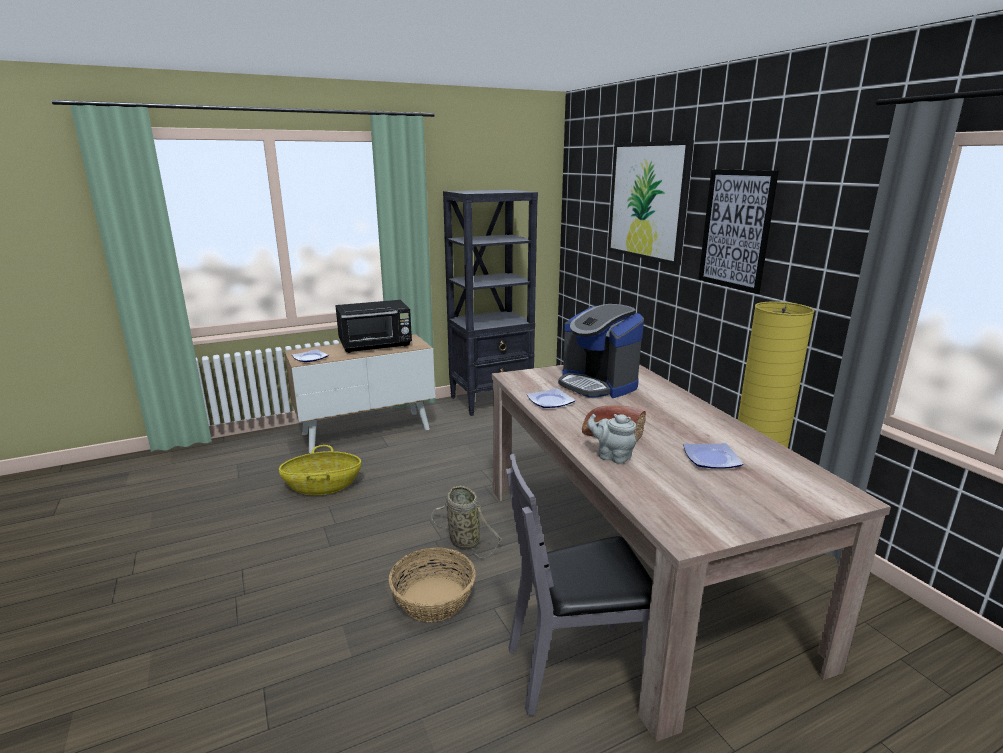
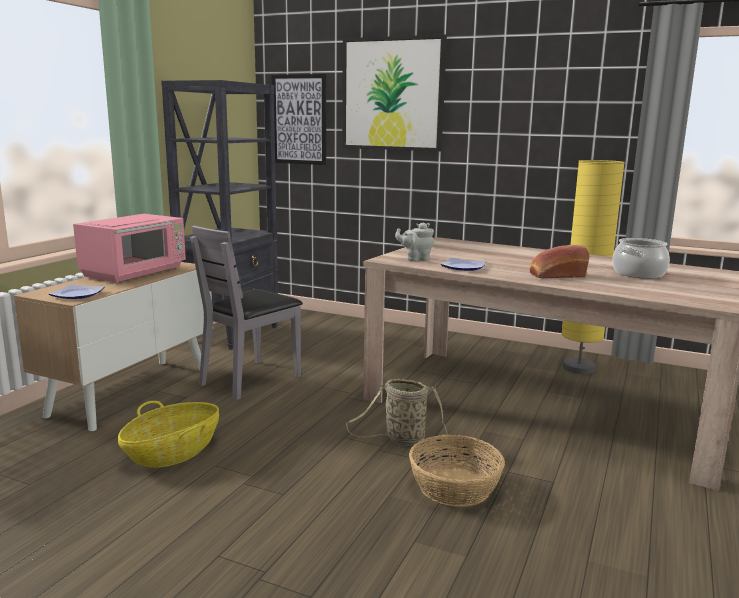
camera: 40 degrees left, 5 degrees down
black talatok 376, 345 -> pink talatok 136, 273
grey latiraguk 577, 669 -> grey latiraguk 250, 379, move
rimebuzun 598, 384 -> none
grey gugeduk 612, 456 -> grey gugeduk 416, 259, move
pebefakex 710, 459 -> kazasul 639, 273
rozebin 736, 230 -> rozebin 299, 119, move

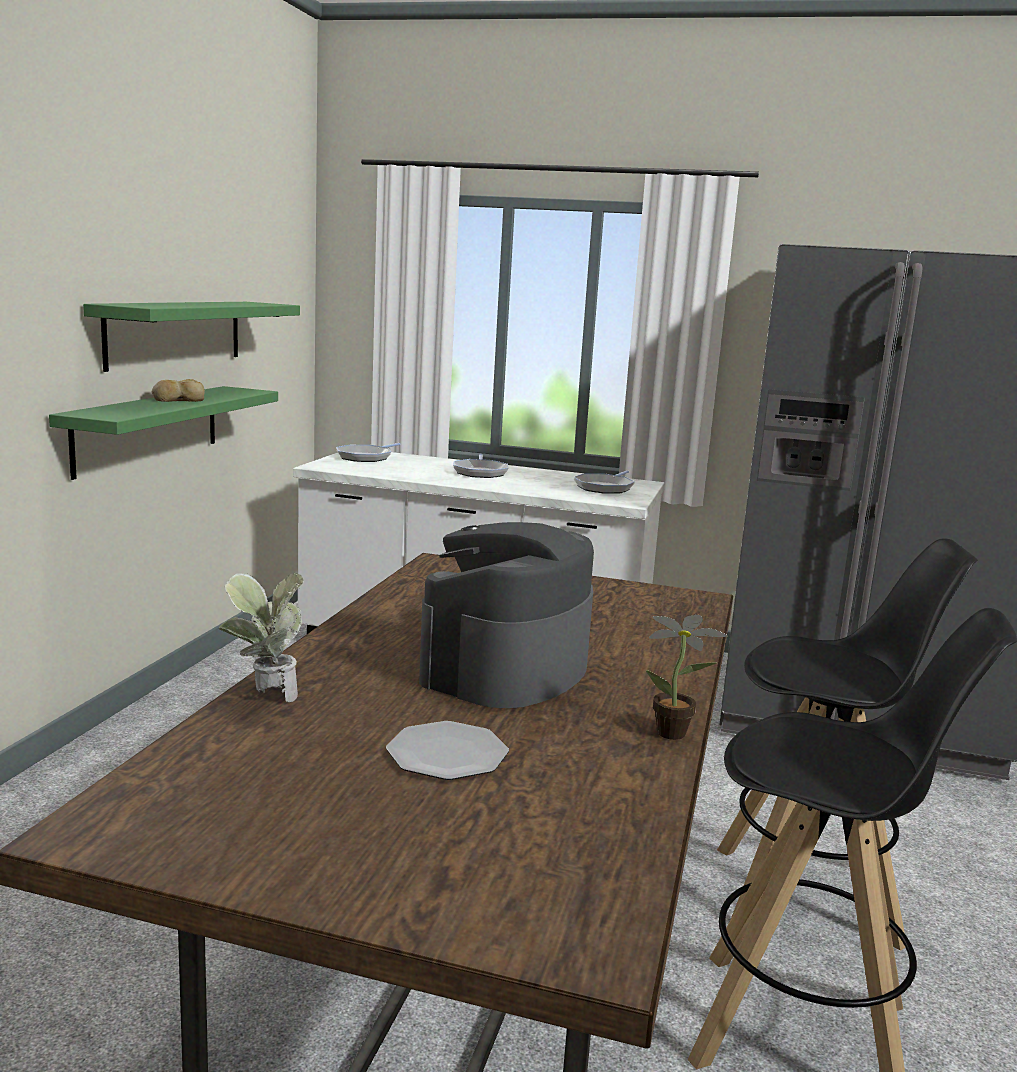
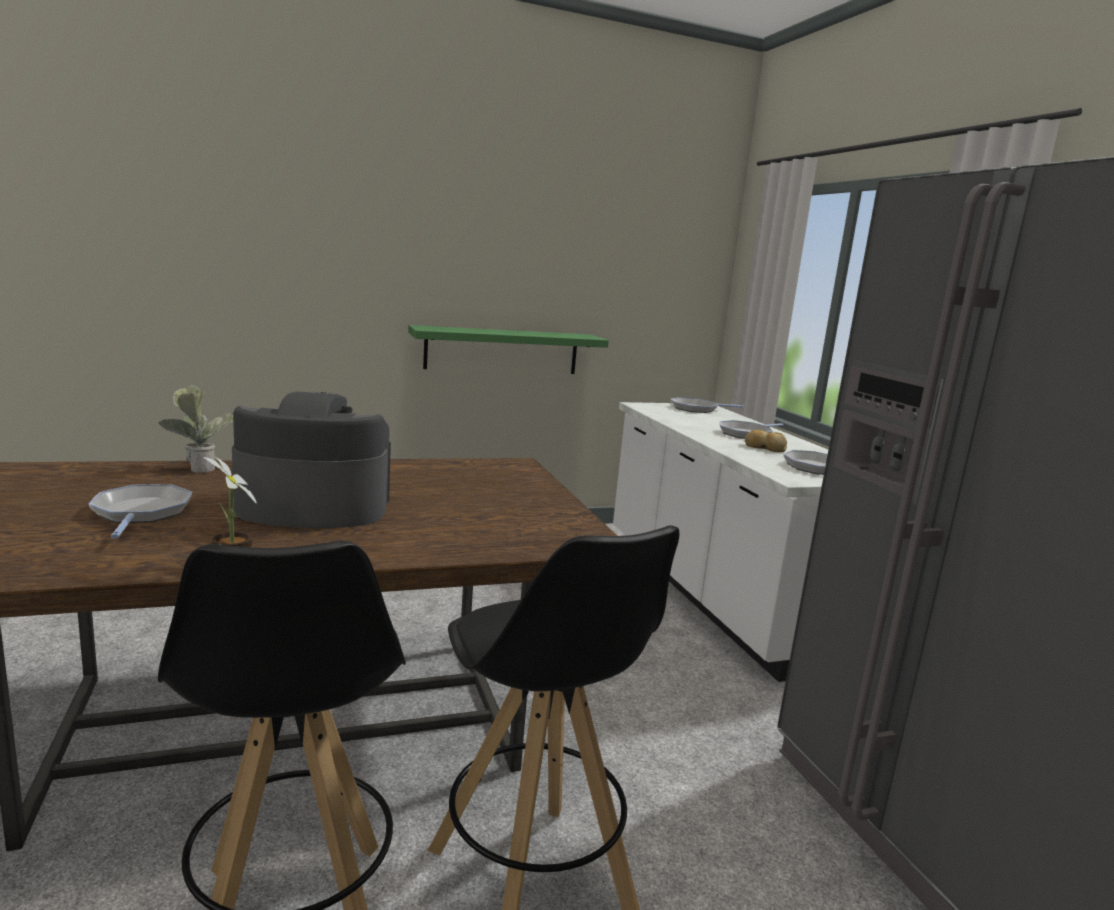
camera: 55 degrees right, 0 degrees up
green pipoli 176, 333 -> none
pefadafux 178, 400 -> pefadafux 764, 447, move
pebefakex 447, 754 -> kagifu 141, 513

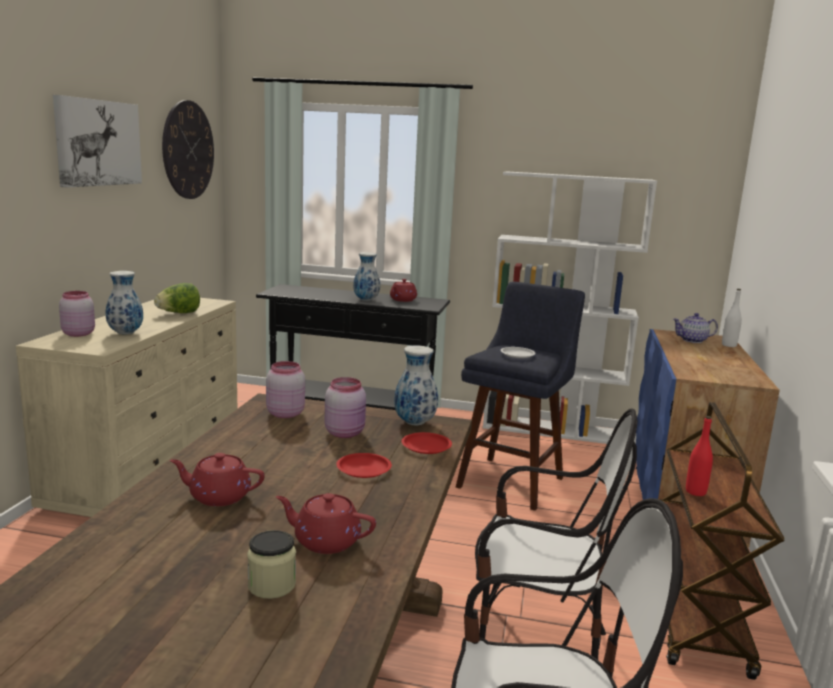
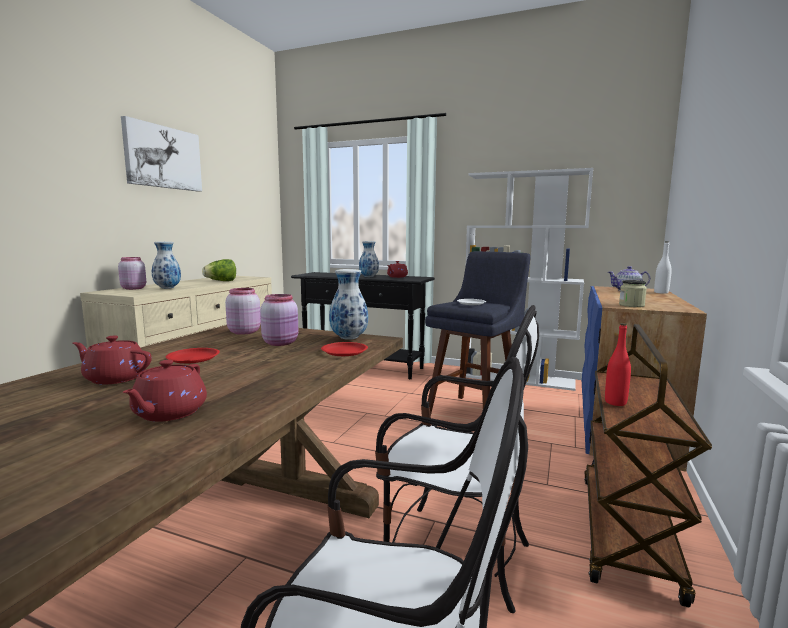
camera: 10 degrees right, 5 degrees down
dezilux 188, 150 -> none
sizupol 271, 585 -> sizupol 631, 305, move
red gugeduk 325, 541 -> red gugeduk 168, 413, 105 degrees counterclockwise
red pebefakex 364, 469 -> red pebefakex 193, 358, move

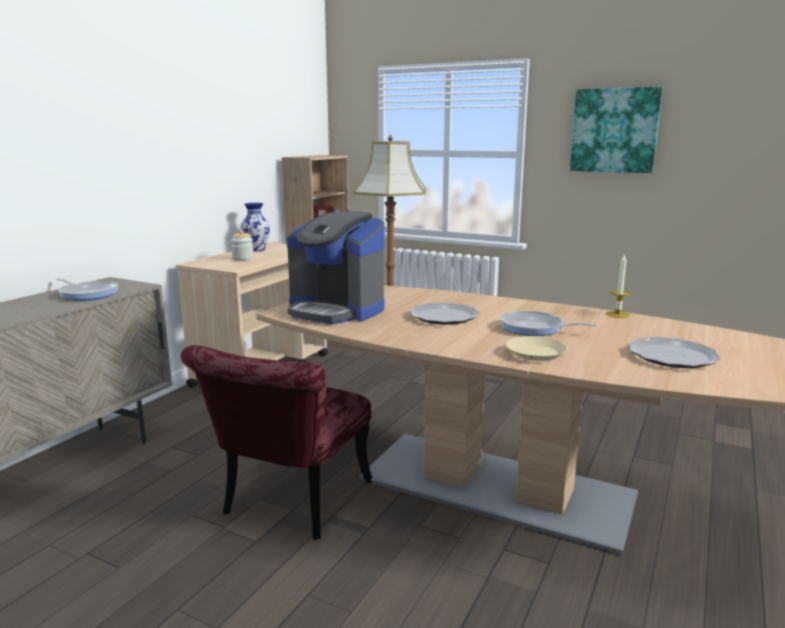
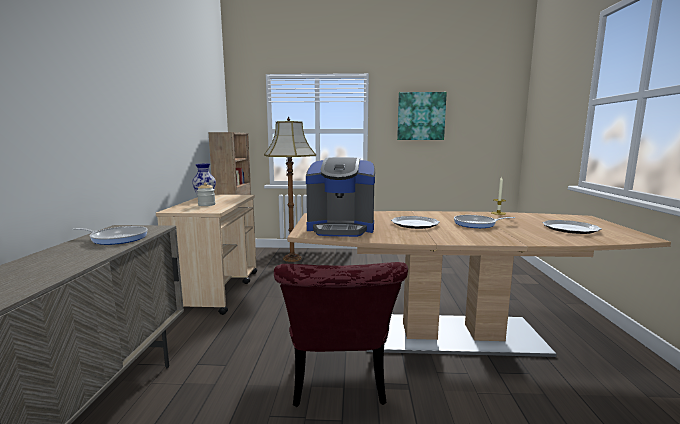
camera: 25 degrees left, 5 degrees down
beige pebefakex 534, 353 -> none

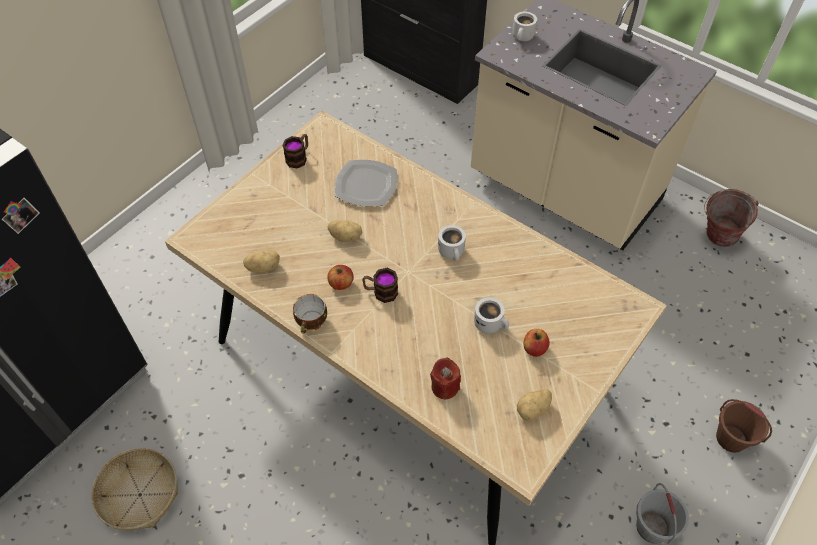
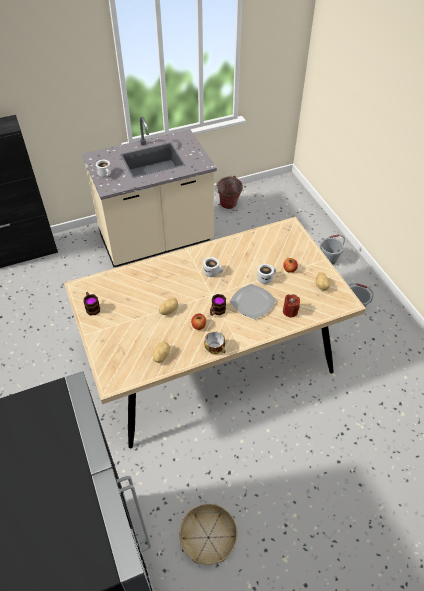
camera: 60 degrees left, 5 degrees down
pebefakex 365, 185 -> pebefakex 252, 303, move
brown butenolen 731, 438 -> grey butenolen 328, 259

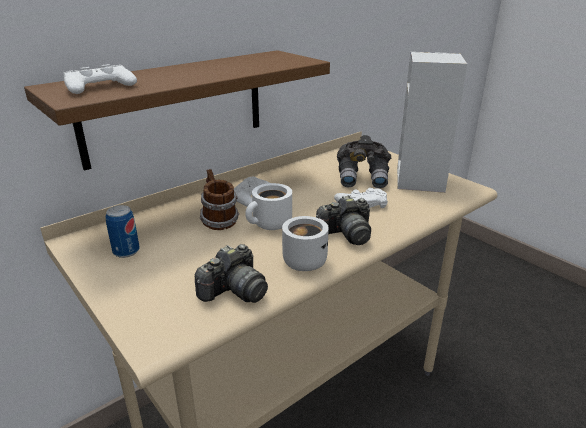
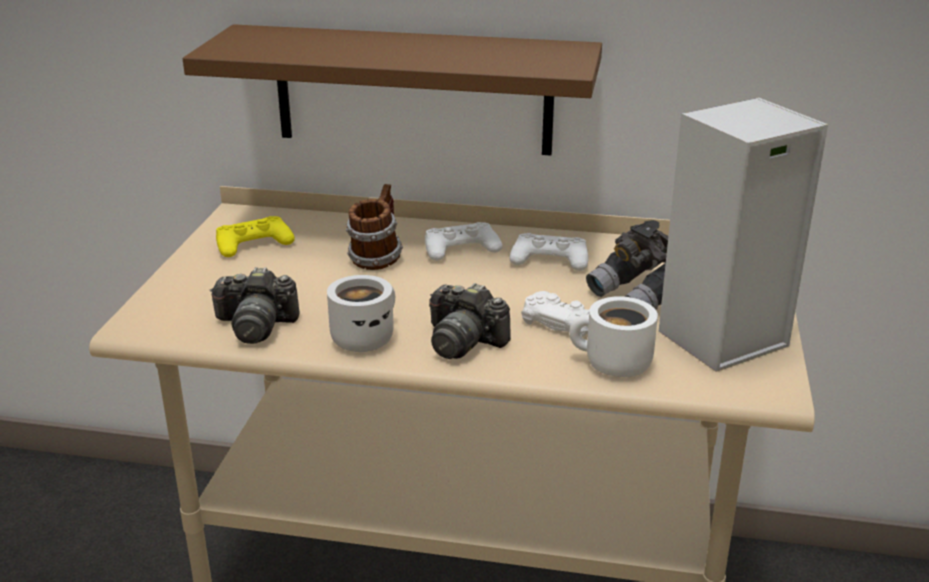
camera: 50 degrees right, 0 degrees up
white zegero 100, 87 -> white zegero 550, 260, move
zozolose 126, 251 -> yellow zegero 253, 244
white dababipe 270, 225 -> white dababipe 612, 365, move

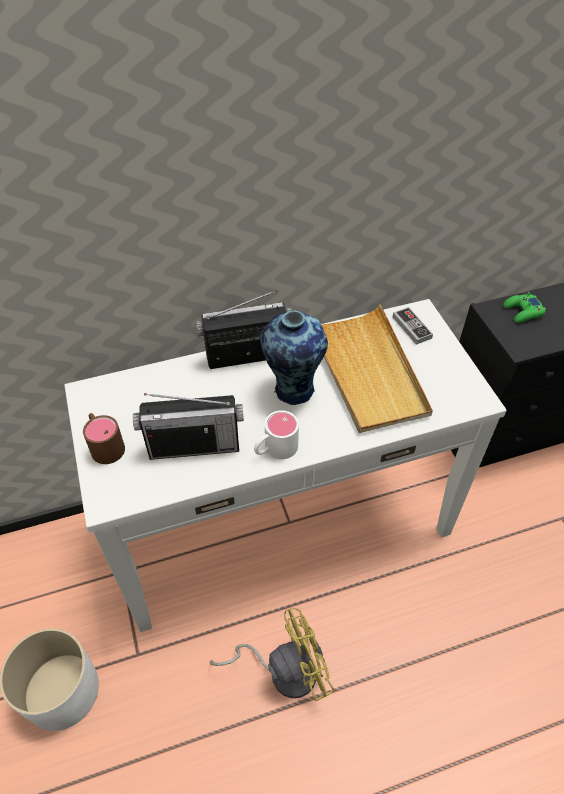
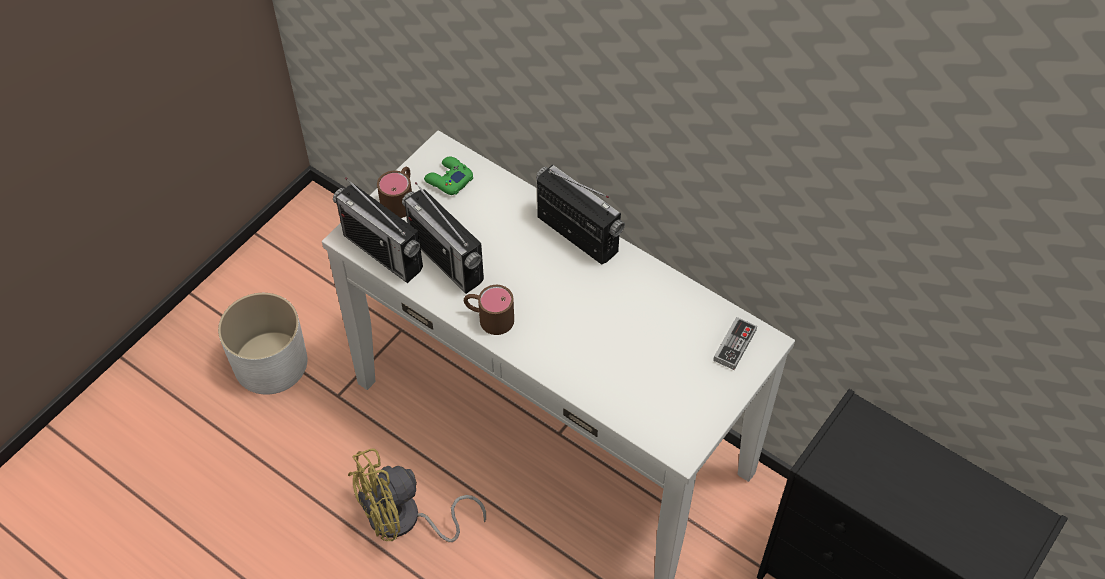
camera: 55 degrees right, 5 degrees up
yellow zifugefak 284, 670 -> yellow zifugefak 405, 520, 120 degrees clockwise
white dababipe 275, 449 -> brown dababipe 489, 318
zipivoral 292, 390 -> none
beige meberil 367, 371 -> none
green zegero 522, 312 -> green zegero 448, 180, move
none -> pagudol 383, 252

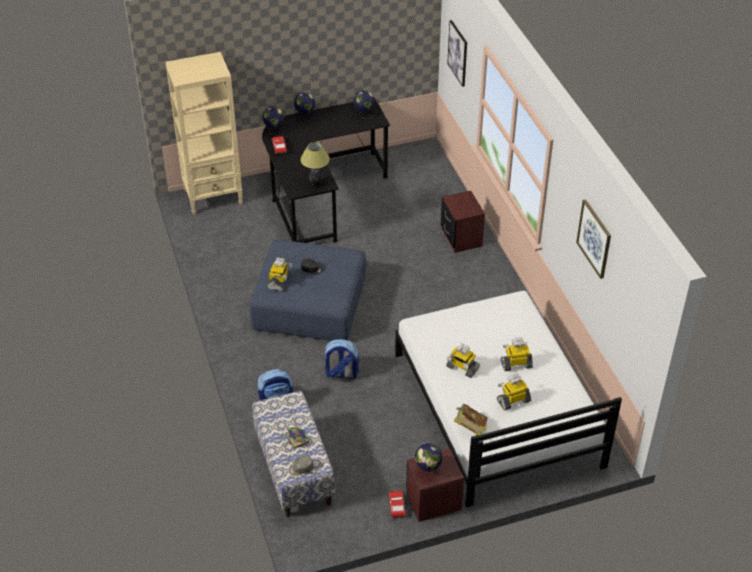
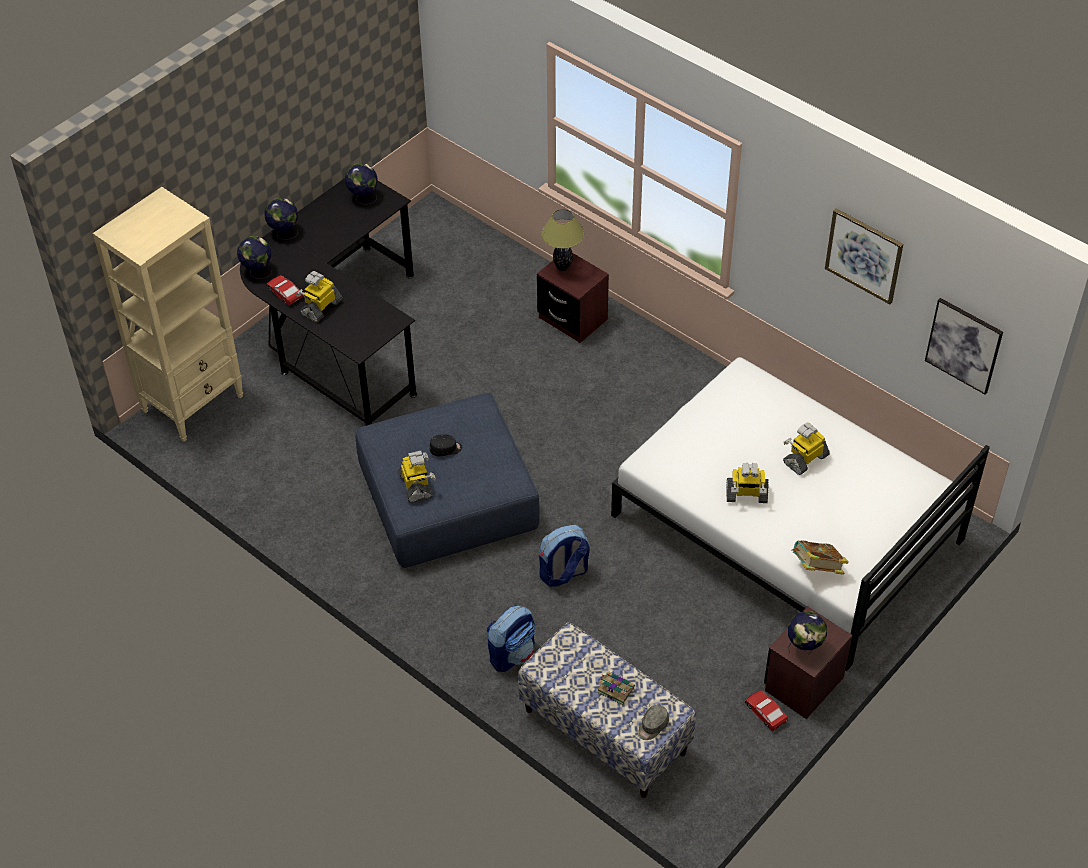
camera: 30 degrees left, 5 degrees up
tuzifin 316, 184 -> tuzifin 563, 267, move
rozebin 458, 53 -> rozebin 964, 345, move
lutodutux 513, 400 -> lutodutux 321, 307, move

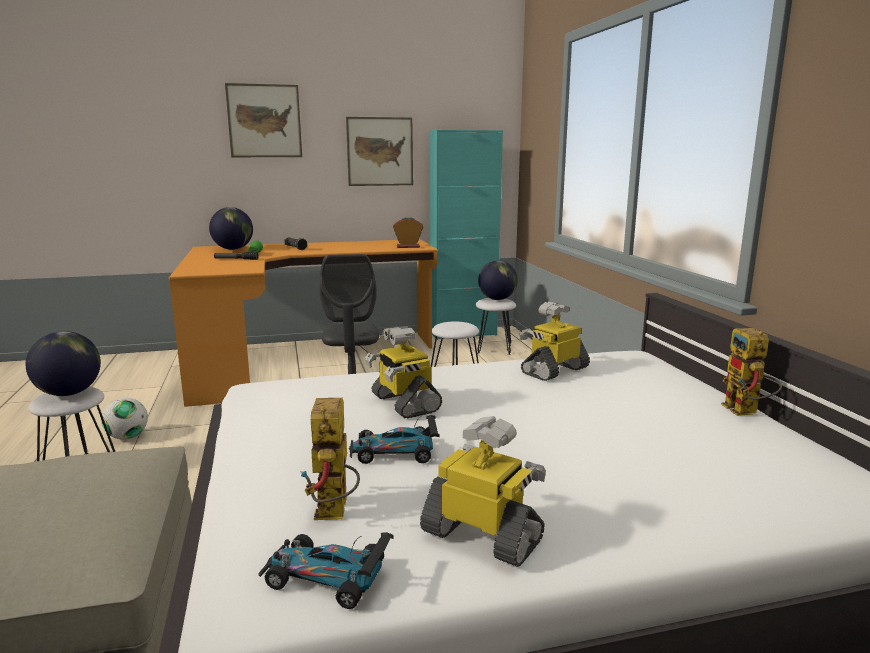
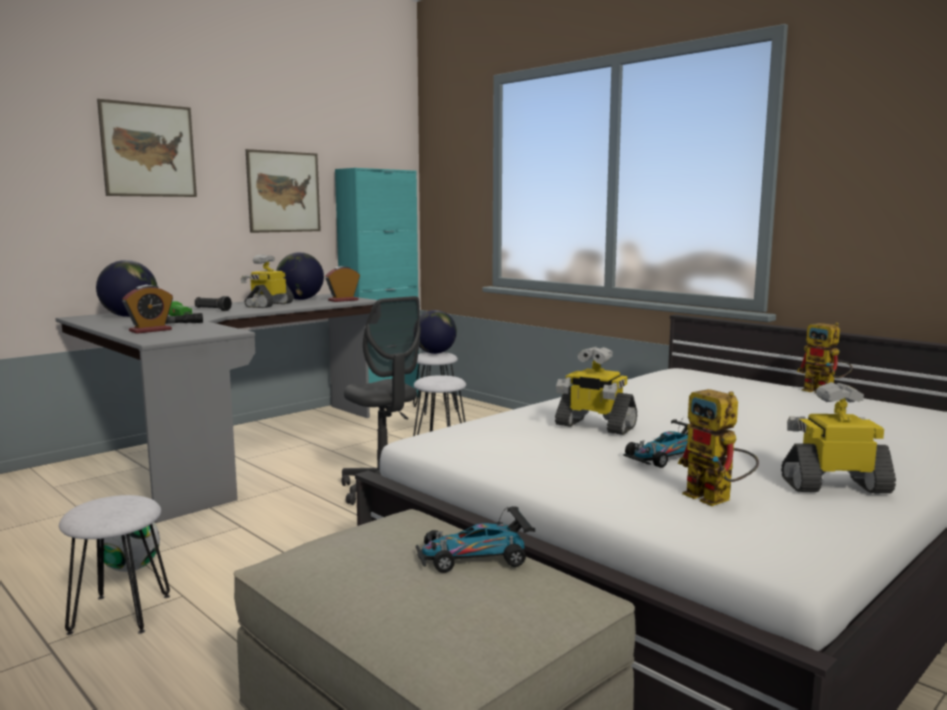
camera: 30 degrees left, 5 degrees down
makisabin 69, 393 -> makisabin 300, 299, move
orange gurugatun 301, 359 -> grey gurugatun 230, 450
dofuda 327, 578 -> dofuda 475, 556, move
lutodutux 554, 370 -> lutodutux 269, 305, move
none -> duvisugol 150, 330

